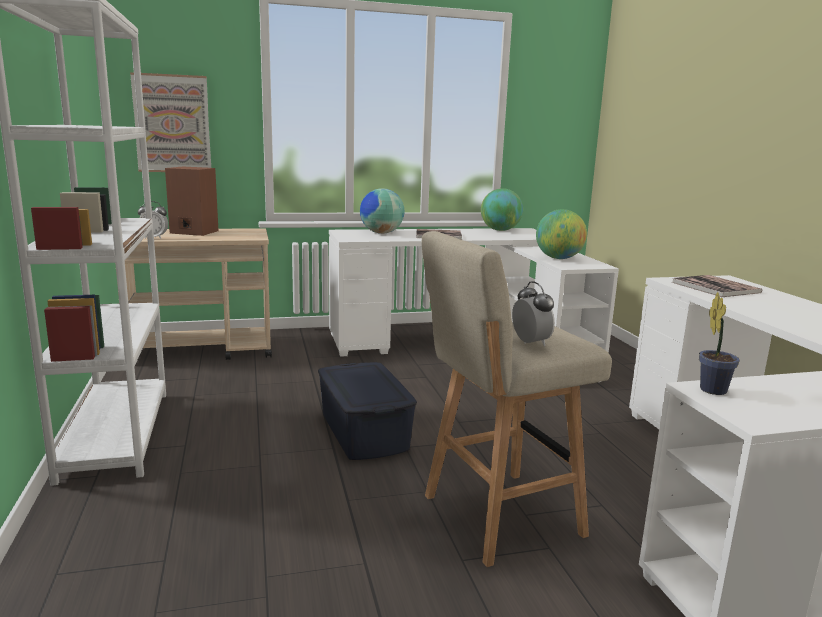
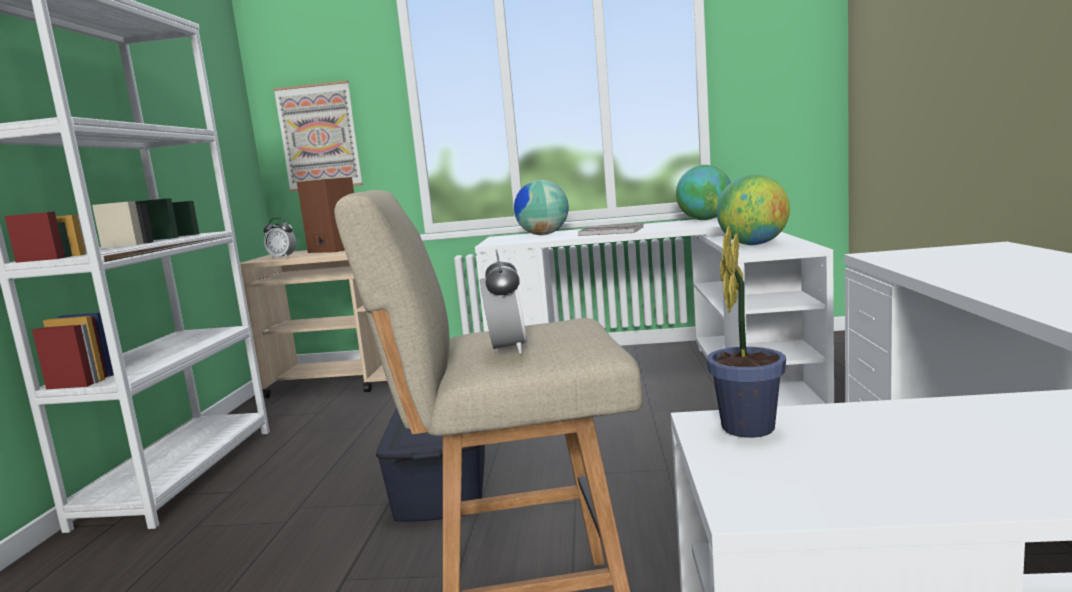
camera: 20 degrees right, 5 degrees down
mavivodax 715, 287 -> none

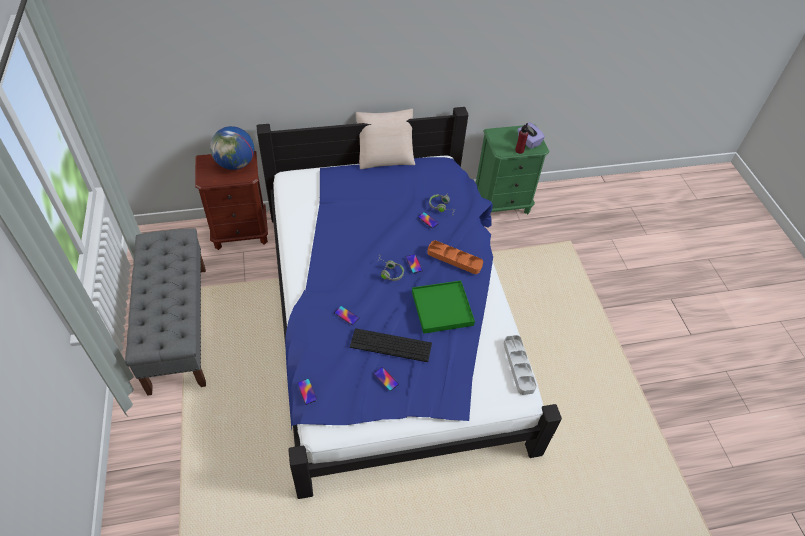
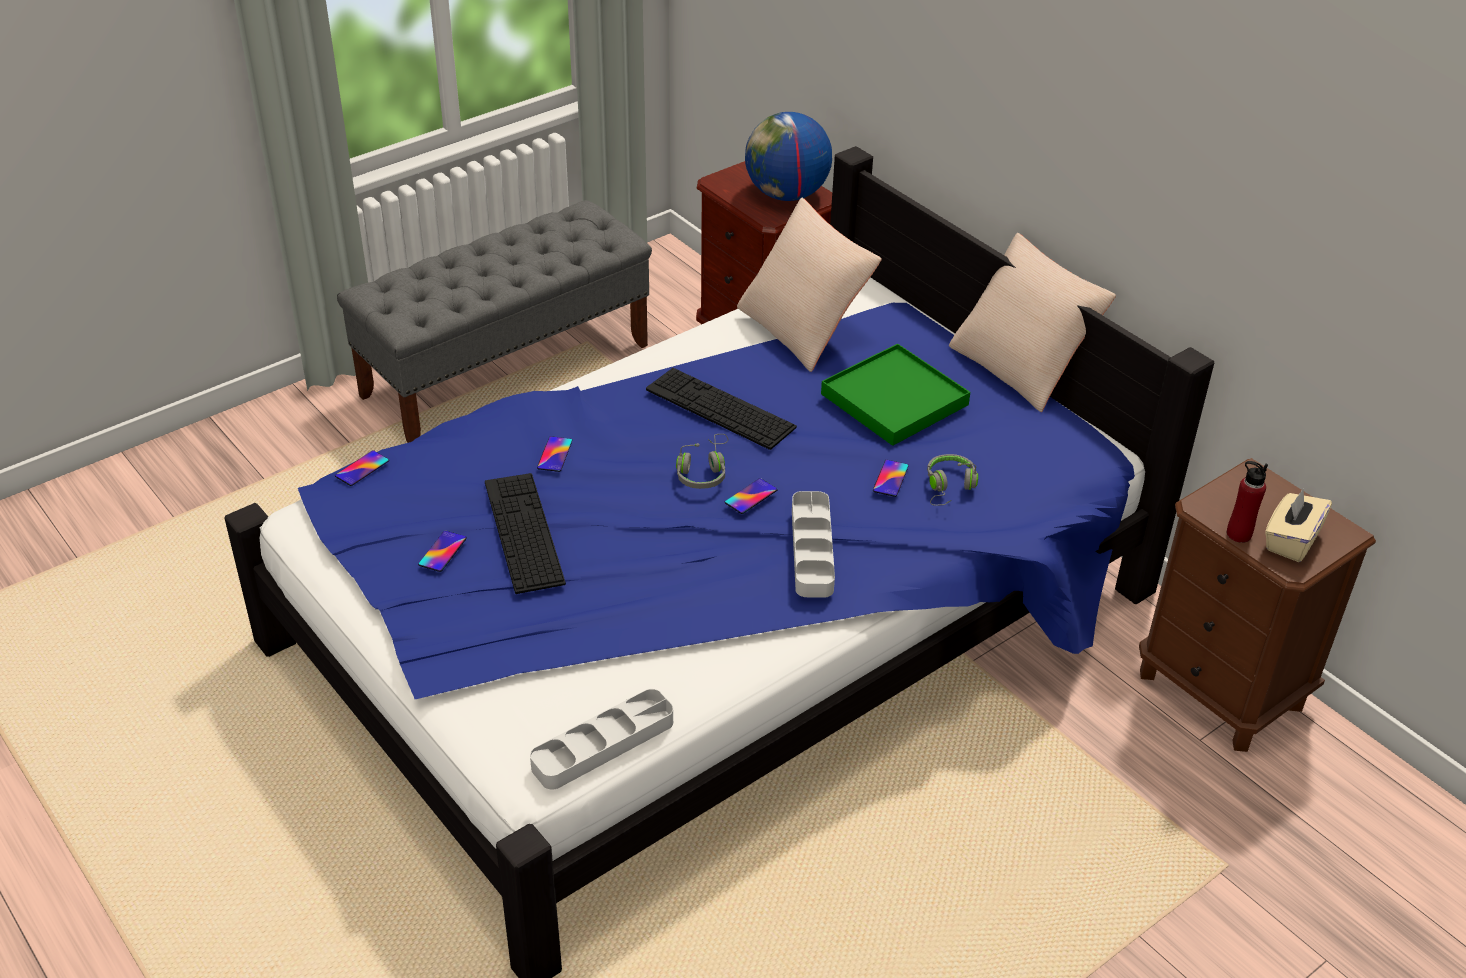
camera: 65 degrees right, 10 degrees down
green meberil 442, 308 -> green meberil 894, 400, move
orange meberil 454, 259 -> grey meberil 812, 549
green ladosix 502, 203 -> brown ladosix 1220, 690
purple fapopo 528, 141 -> beige fapopo 1290, 541
none -> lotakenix 720, 408
none -> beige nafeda 804, 328

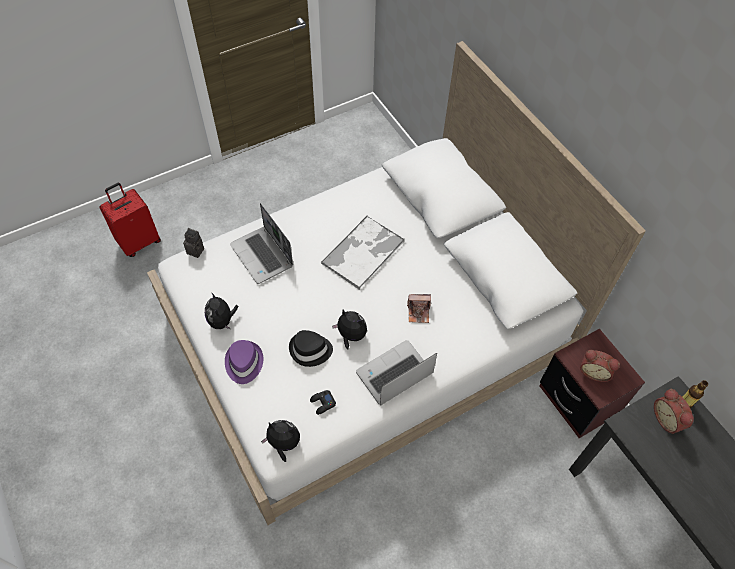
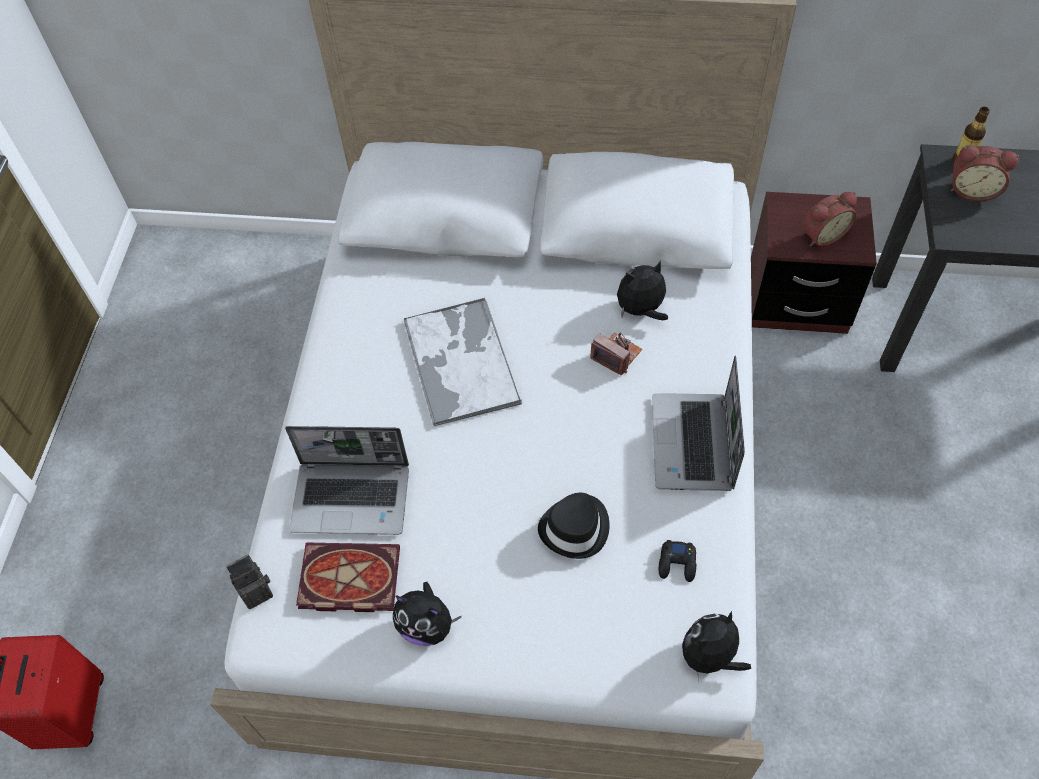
camera: 50 degrees left, 0 degrees up
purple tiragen 243, 363 -> none
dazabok 351, 336 -> dazabok 641, 310, move
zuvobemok 418, 312 -> zuvobemok 616, 355, 90 degrees counterclockwise
none -> mavivodax 347, 580

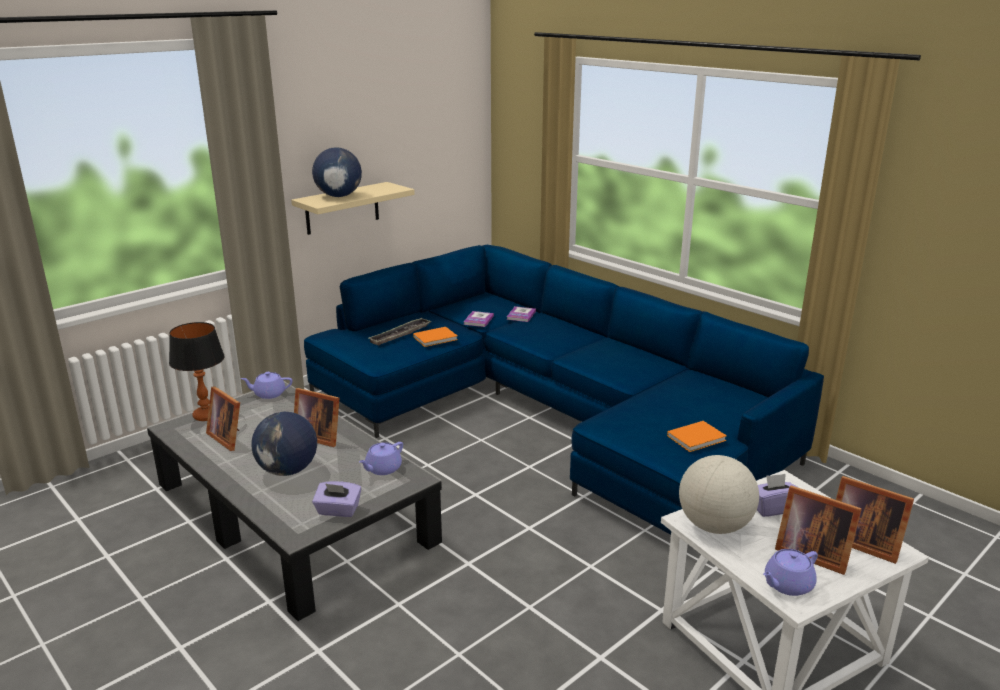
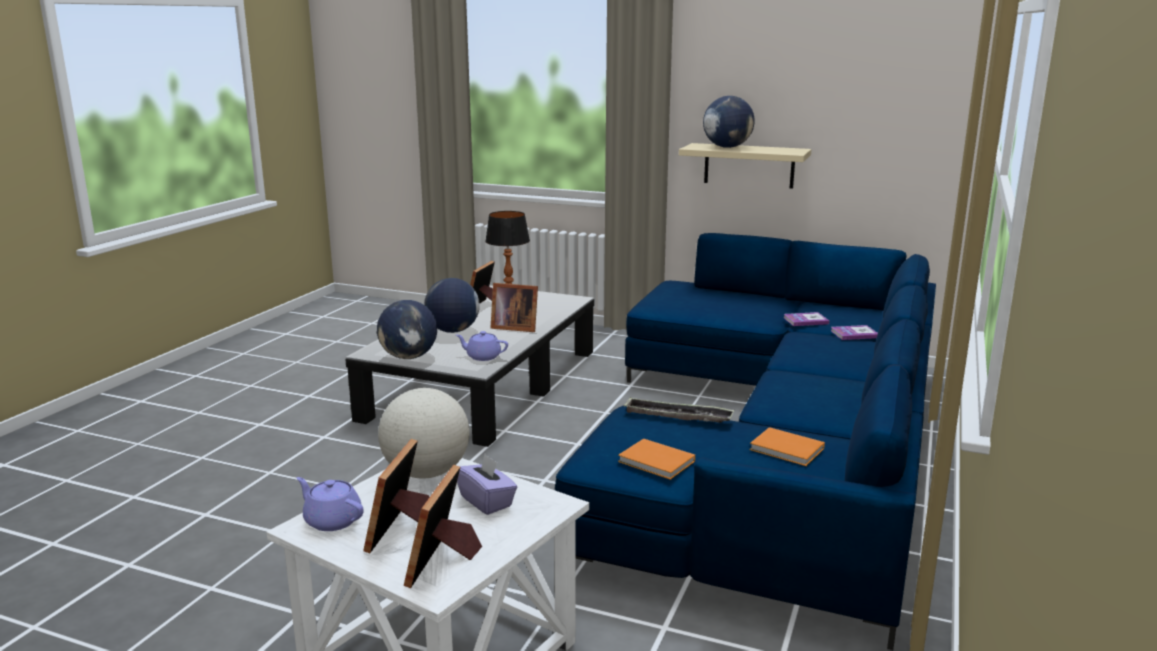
camera: 65 degrees right, 5 degrees down
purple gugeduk 269, 394 -> none
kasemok 318, 436 -> kasemok 513, 327, 75 degrees counterclockwise
purple fapopo 338, 510 -> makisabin 409, 357
meberil 400, 335 -> meberil 678, 416, move
orange mavivodax 436, 338 -> orange mavivodax 788, 450, move

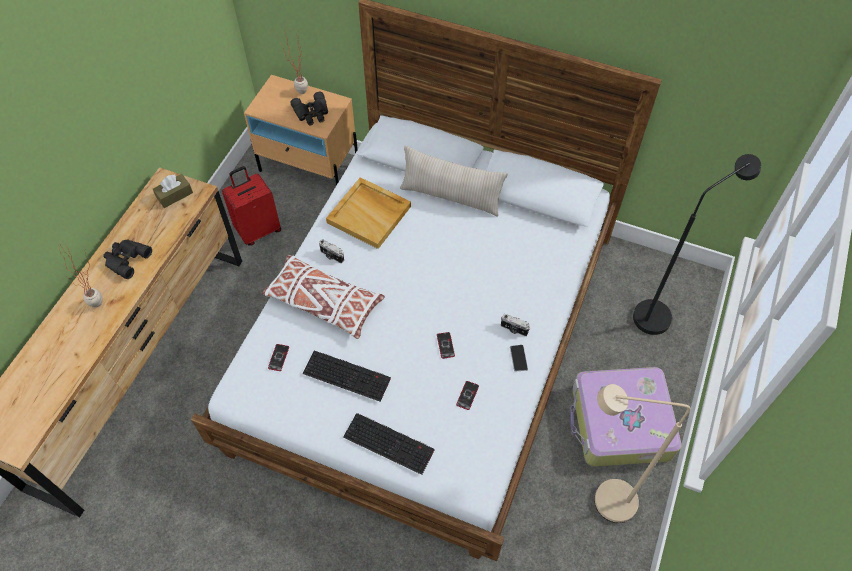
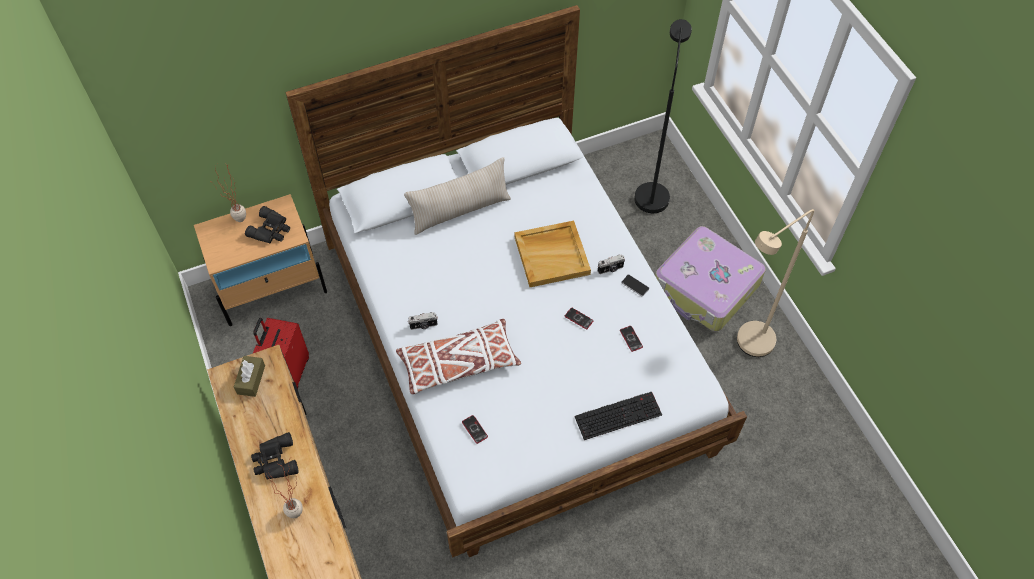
camera: 45 degrees left, 0 degrees up
lotakenix 348, 375 -> none
beige meberil 370, 214 -> beige meberil 552, 255, move

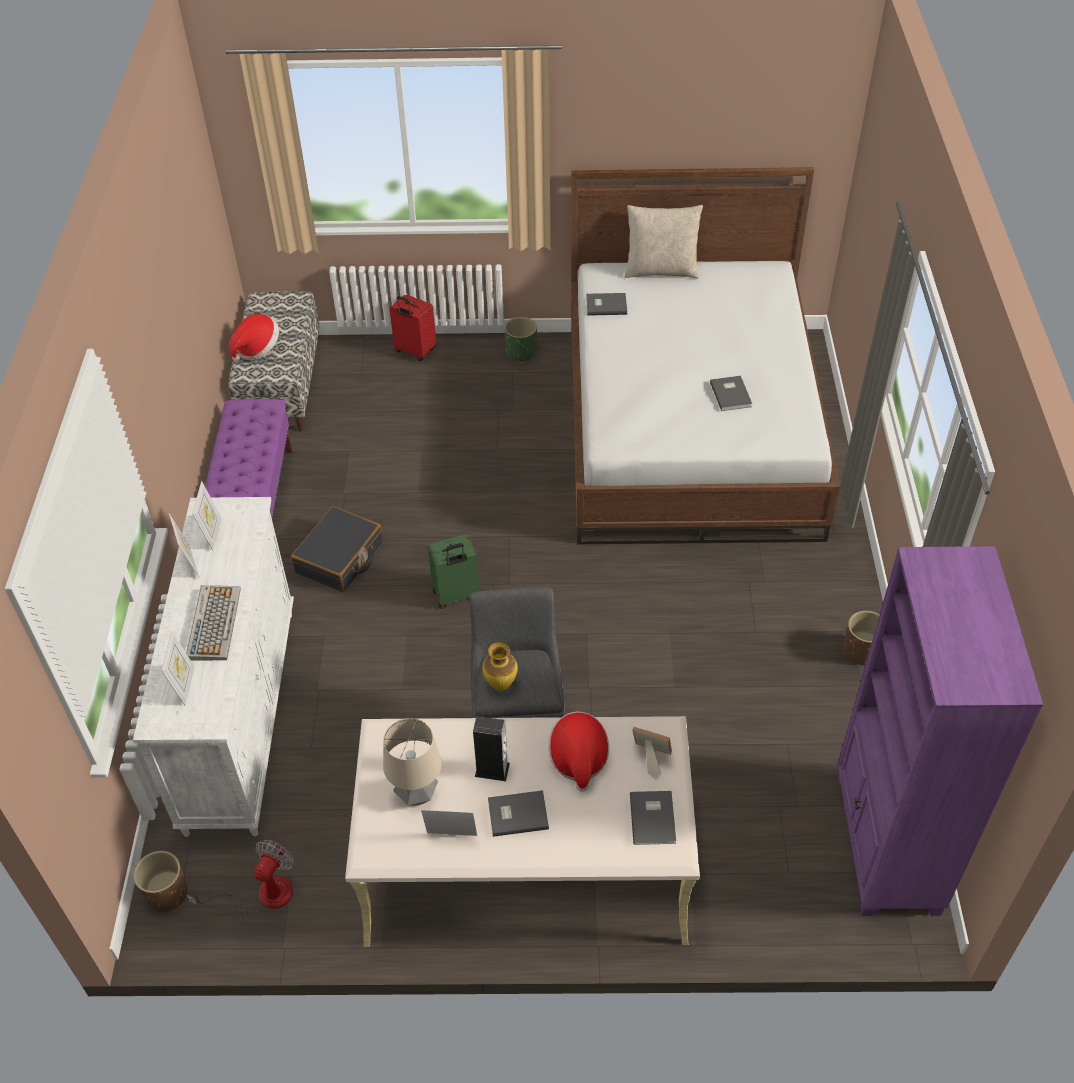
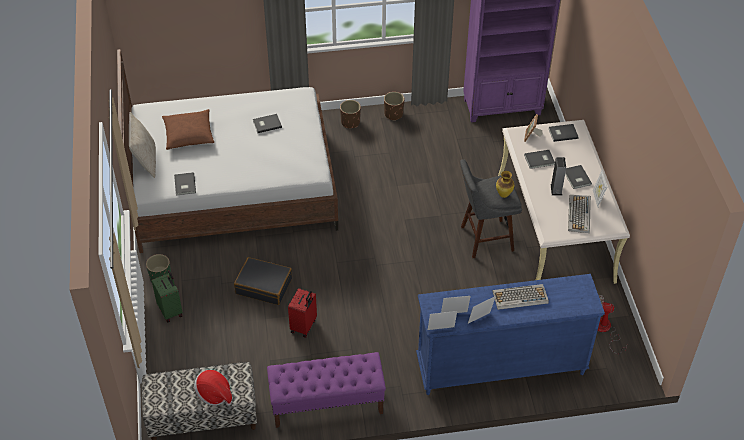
camera: 100 degrees left, 0 degrees up
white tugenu 241, 716 -> blue tugenu 500, 367
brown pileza 167, 894 -> brown pileza 350, 122, move
kasemok 184, 686 -> kasemok 441, 330, move
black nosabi 340, 558 -> black nosabi 264, 286, move
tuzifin 416, 795 -> lotakenix 579, 214
red nosabi 414, 351 -> red nosabi 304, 326, move
green nosabi 456, 595 -> green nosabi 171, 310, move
tiragen 578, 759 -> grey mavivodax 540, 160
none -> brown nafeda 188, 134

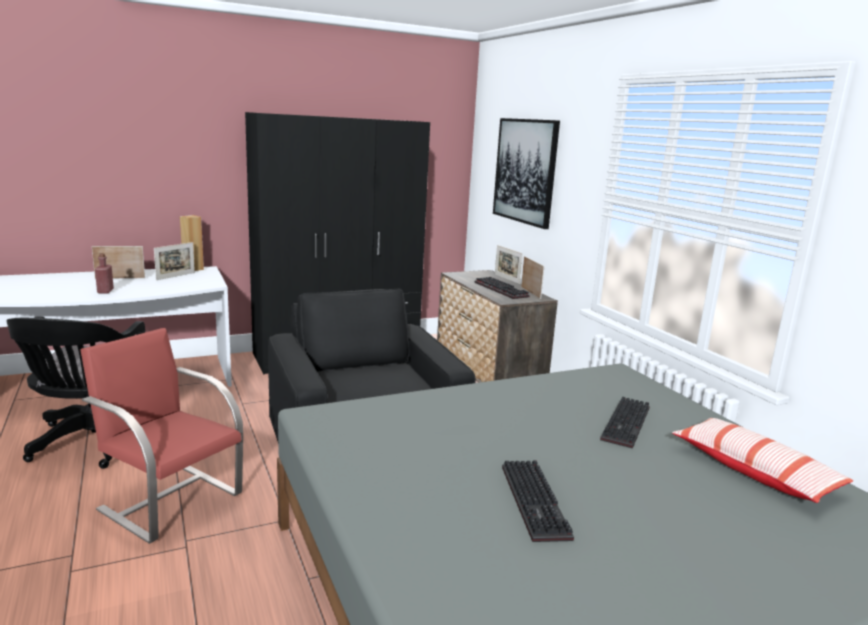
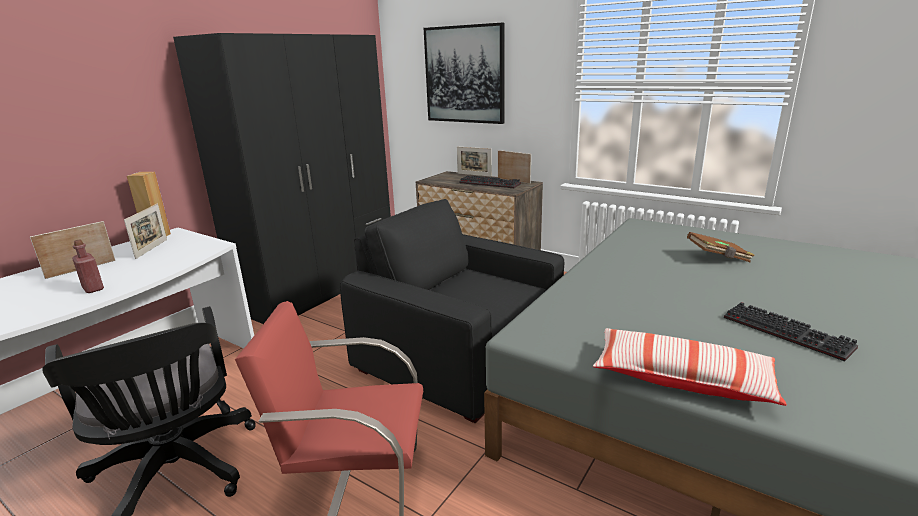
camera: 30 degrees left, 5 degrees up
lotakenix 627, 425 -> brown mavivodax 718, 258
nafeda 754, 471 -> nafeda 681, 379, move

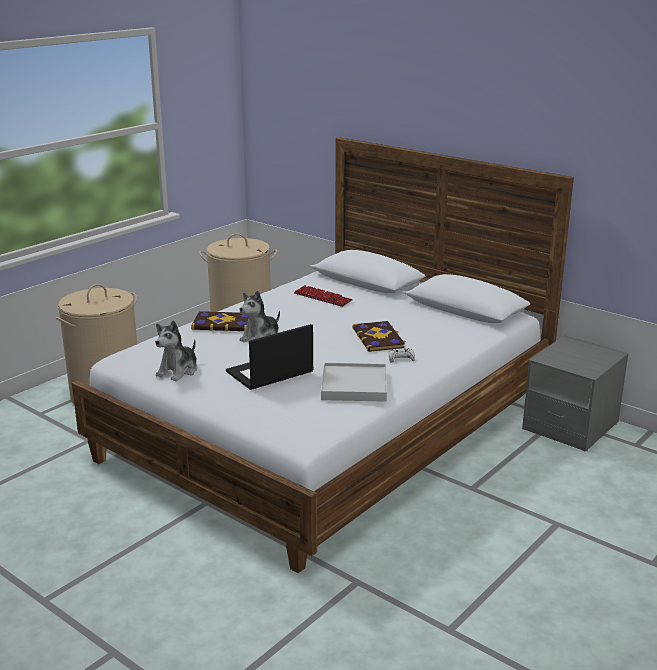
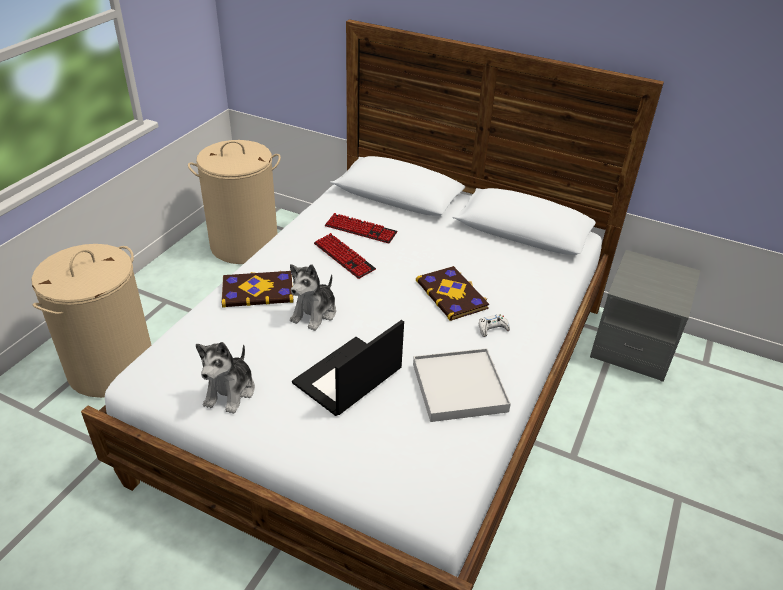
camera: 15 degrees left, 15 degrees up
none -> lotakenix 344, 257

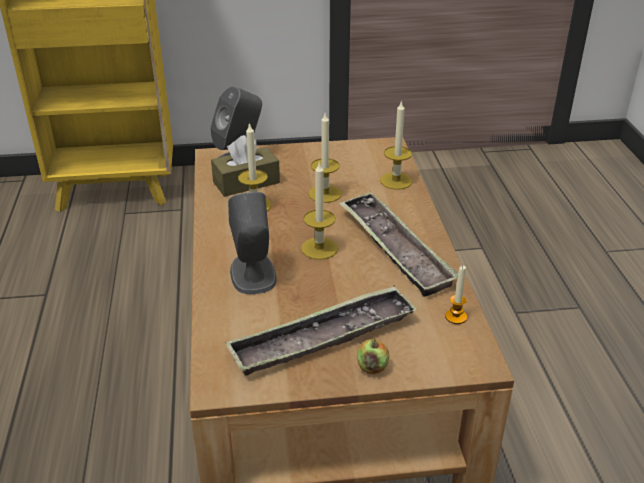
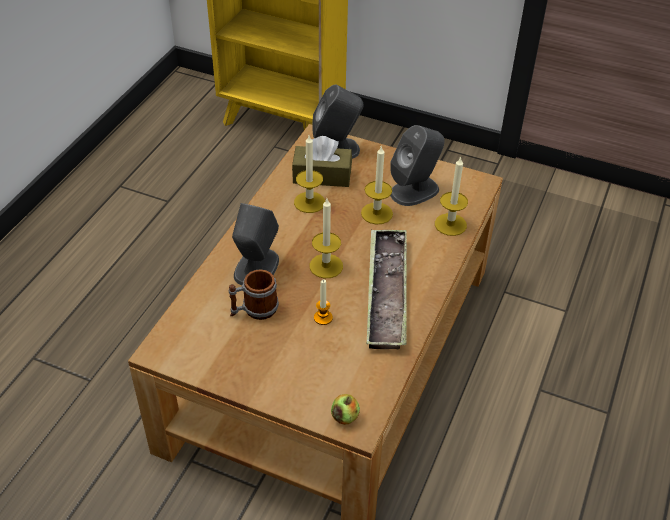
camera: 30 degrees right, 10 degrees up
meberil 322, 338 -> none
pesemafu 372, 367 -> pesemafu 345, 417, move
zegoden 456, 317 -> zegoden 323, 318, move
none -> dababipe 254, 310
none -> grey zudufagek 415, 190

